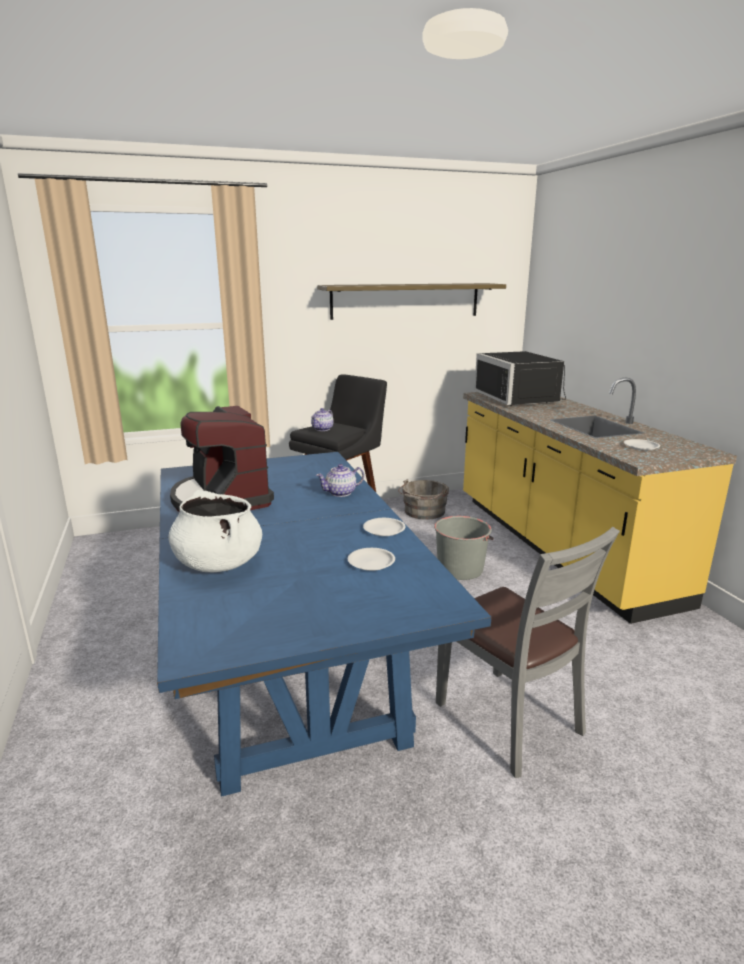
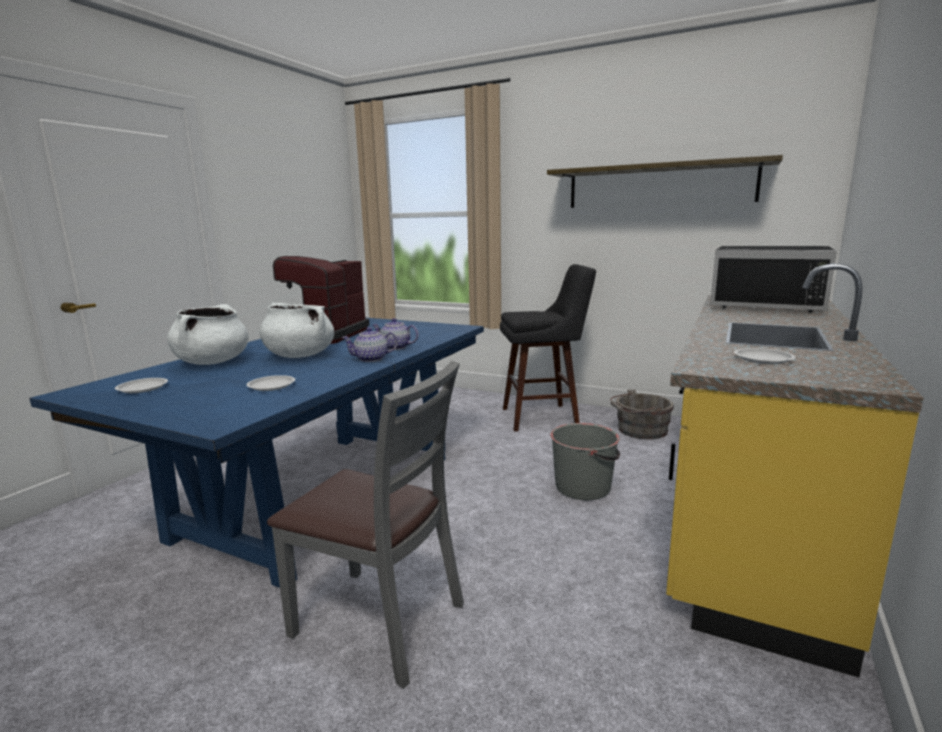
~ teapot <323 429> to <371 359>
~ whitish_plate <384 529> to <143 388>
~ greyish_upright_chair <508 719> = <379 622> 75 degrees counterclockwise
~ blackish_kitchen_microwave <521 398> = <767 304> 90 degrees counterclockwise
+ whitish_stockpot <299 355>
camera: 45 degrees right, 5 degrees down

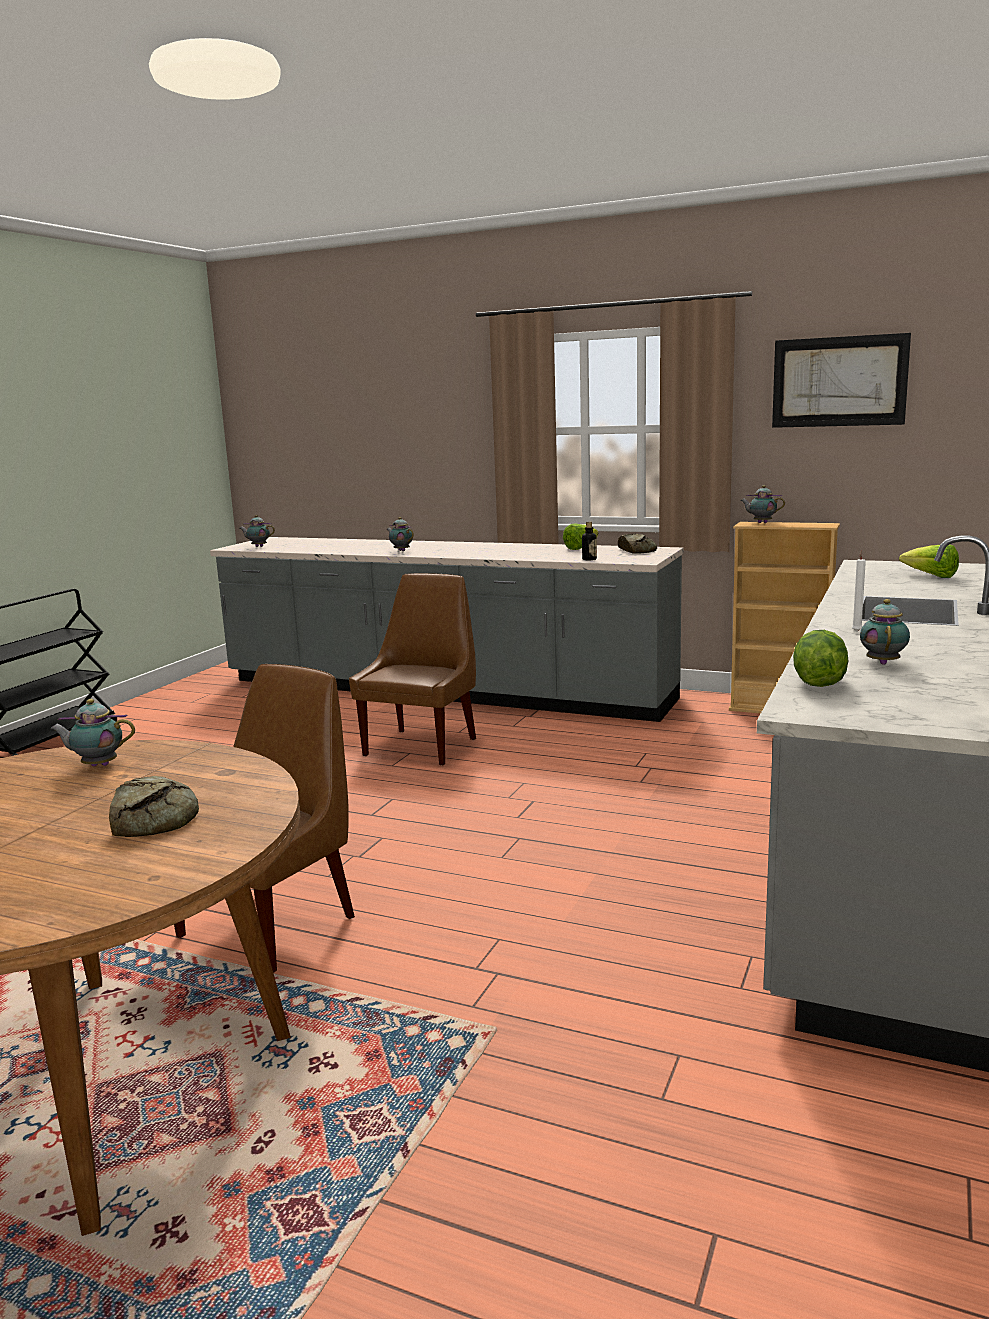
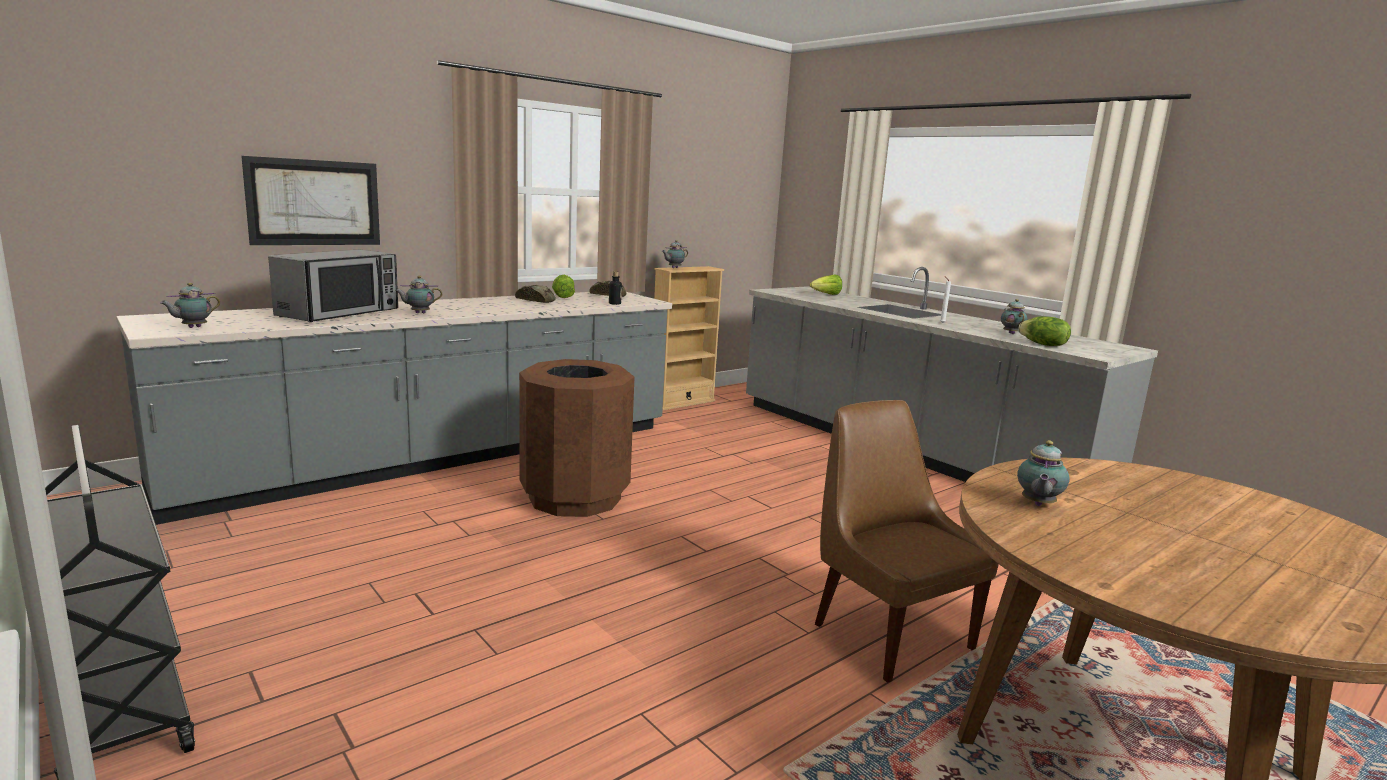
~ bread <157 818> to <536 300>
~ brown_upright_chair <423 746> to brown_trash_can <574 497>
~ wall_art <839 381> to <314 202>
~ teapot <883 662> = <1011 333> 45 degrees clockwise
+ kitchen_microwave <340 313>
camera: 65 degrees left, 0 degrees up

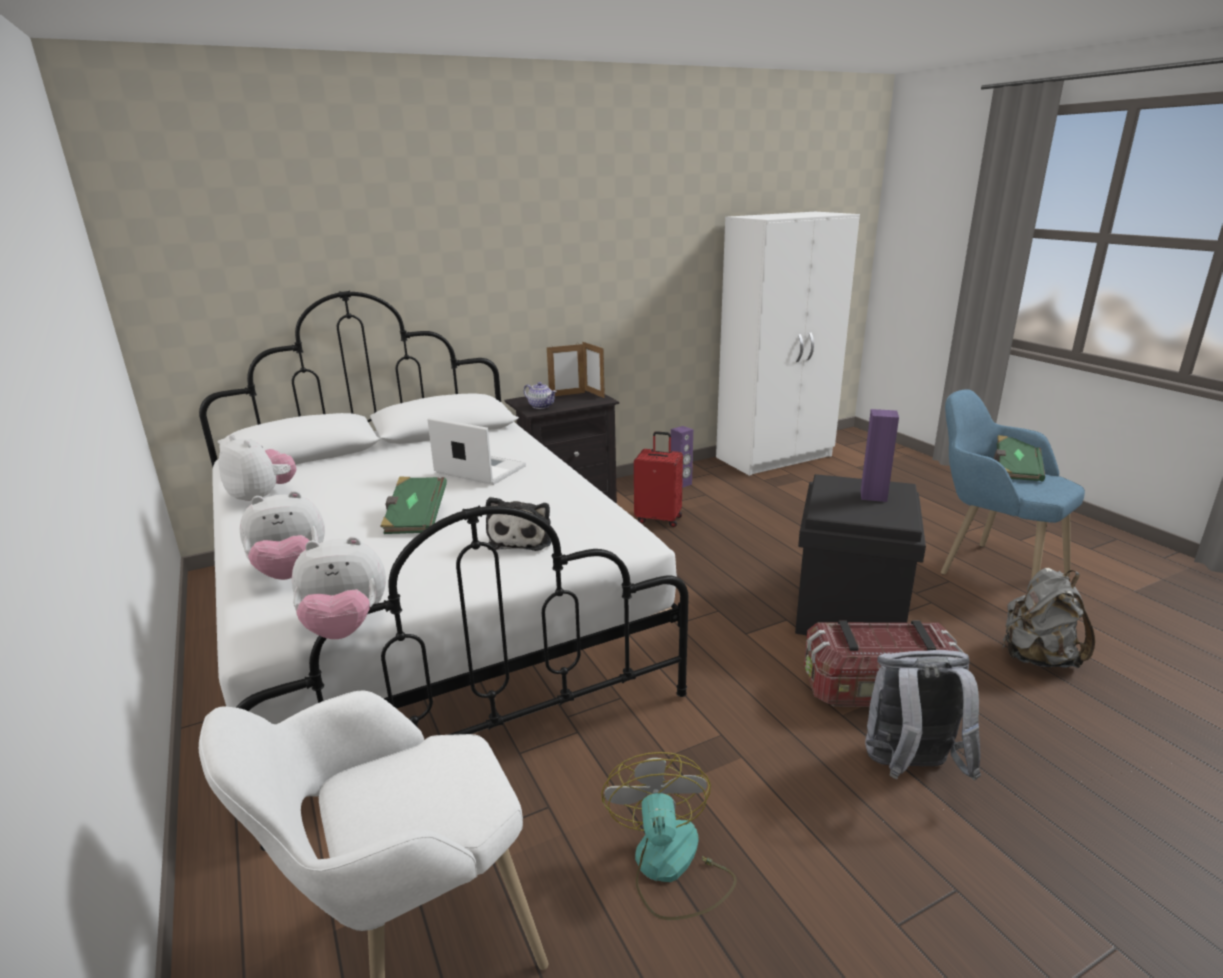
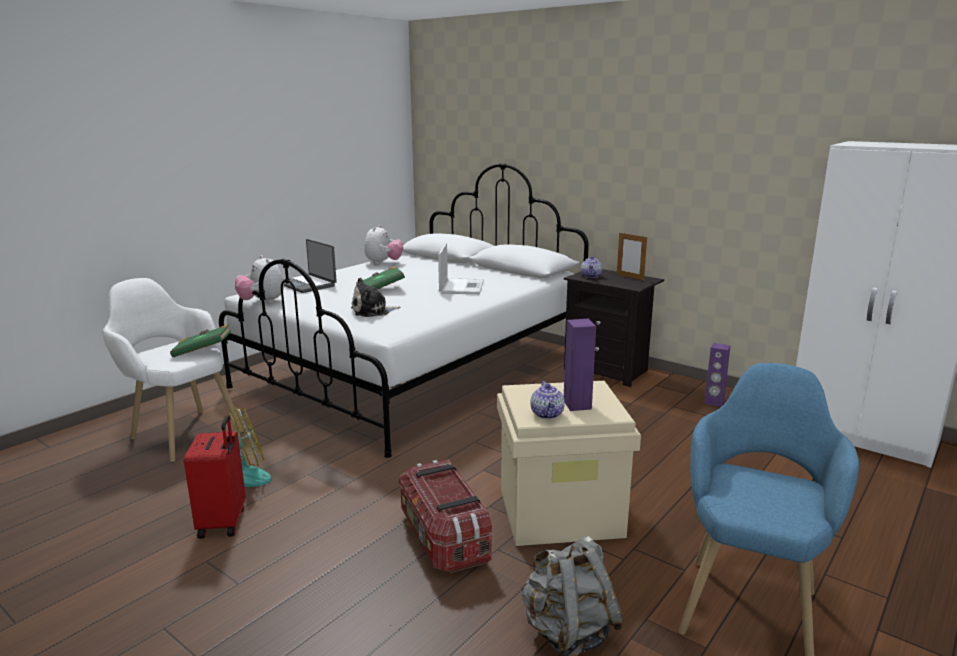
~ soft_toy <290 573> to notebook_computer <307 284>
- picture_frame <594 393>
~ red_piece_of_luggage <659 519> to <224 522>
~ blackish_storage_box <848 610> to sand-coloured_storage_box <561 512>
- greyish_rucksack <910 768>
~ greenish_book <1015 470> to <202 351>
+ teapot <548 414>
camera: 65 degrees right, 5 degrees down

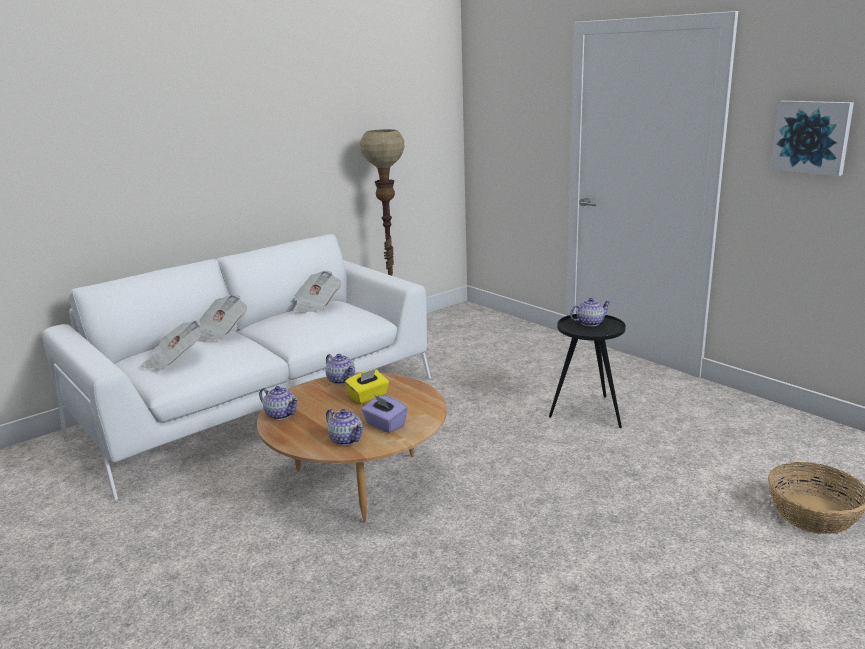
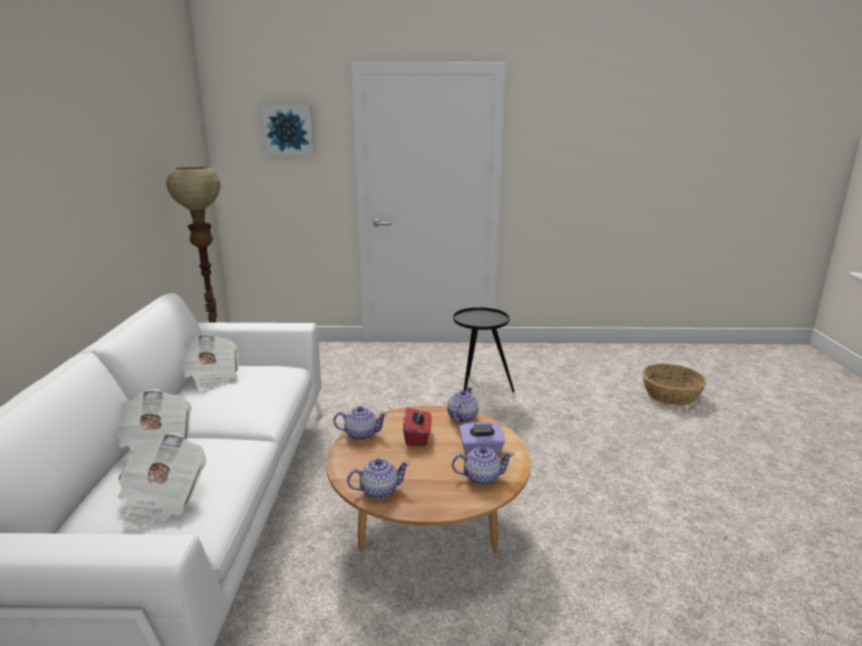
~ yellow-coloured_box_of_tissues <368 397> to red_box_of_tissues <417 437>
~ teapot <589 323> to <462 417>
~ wall_art <812 137> to <289 130>
camera: 50 degrees left, 0 degrees up

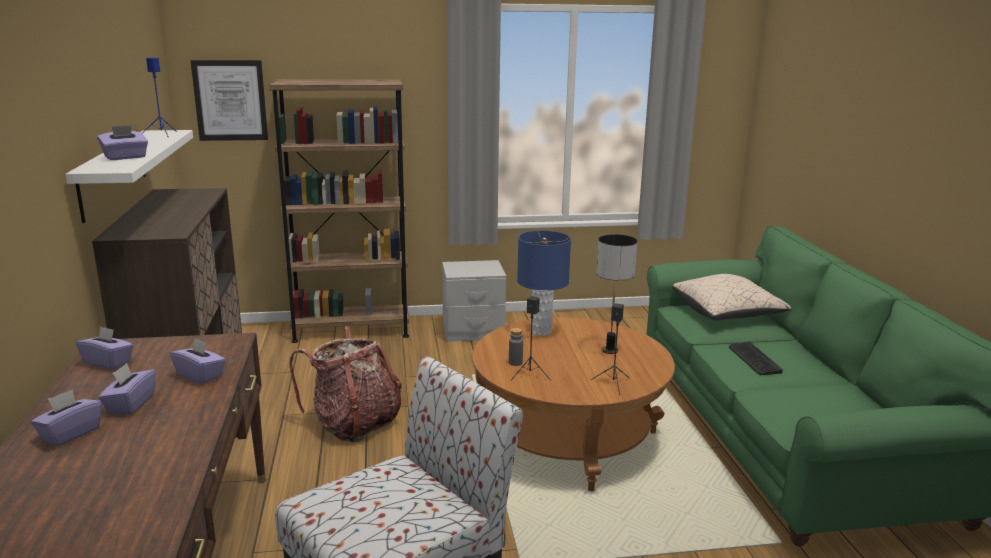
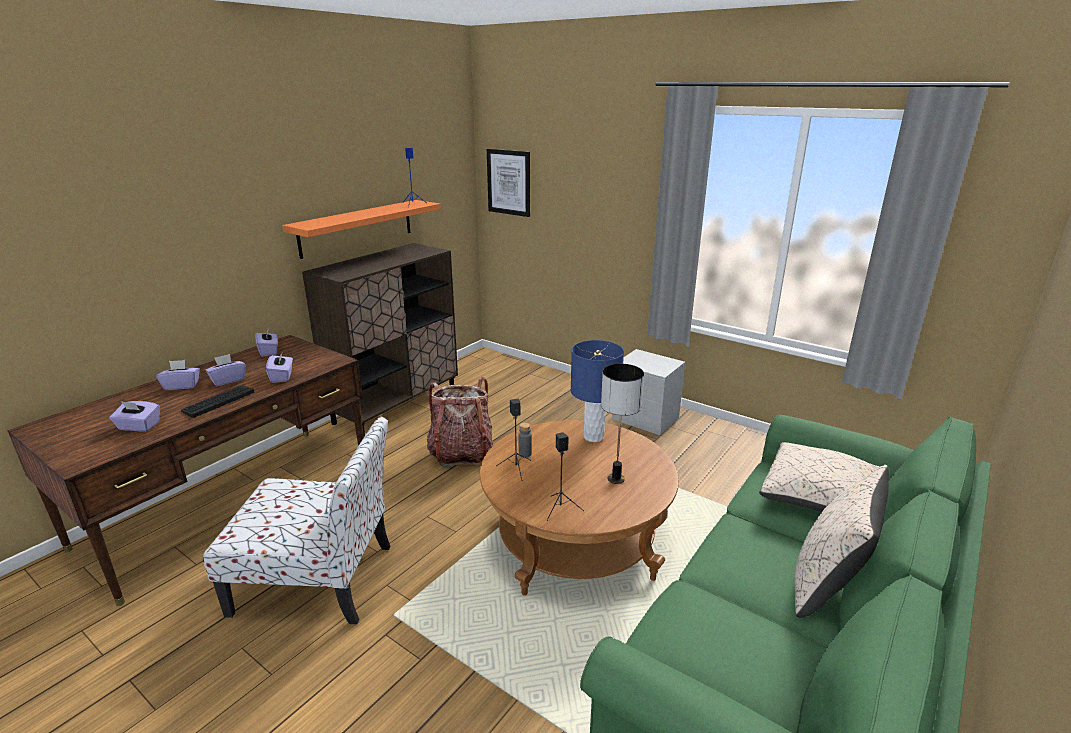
~ whitish_shelf <113 173> to orange_shelf <357 228>
~ purplish_box_of_tissues <125 157> to <138 426>
- brown_bookcase <351 330>
~ keyboard <754 359> to <218 401>
+ sand-coloured_throw_pillow <827 584>
camera: 45 degrees right, 5 degrees up

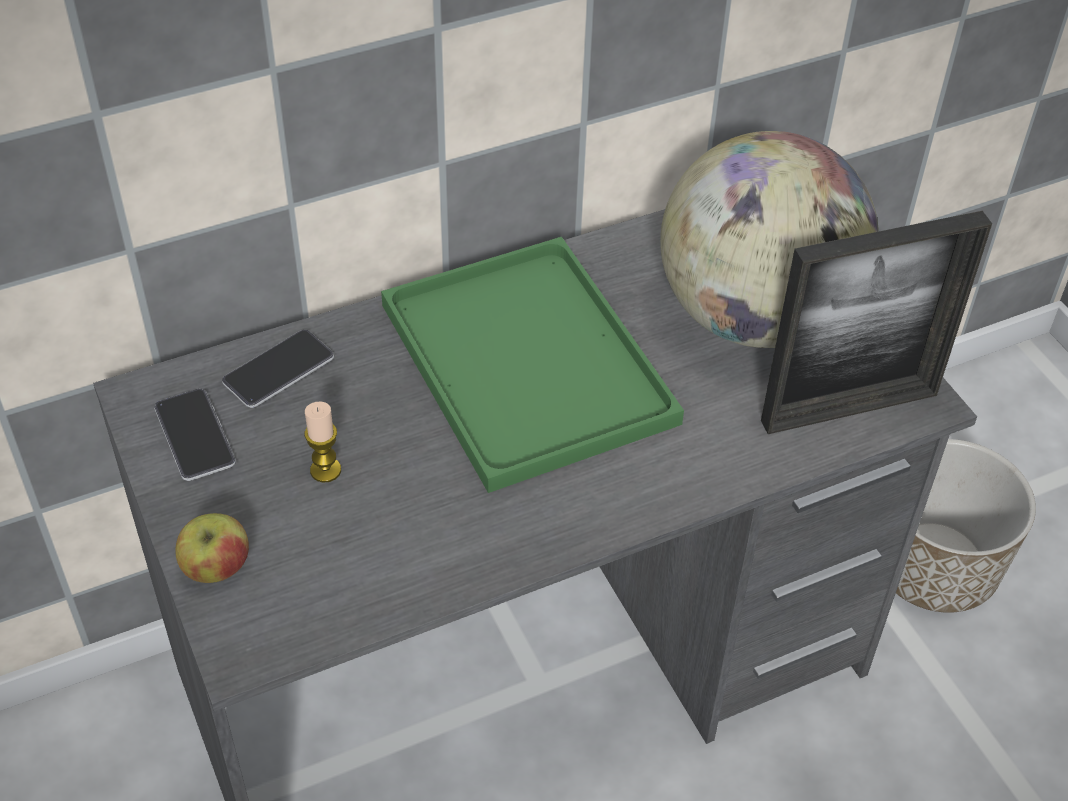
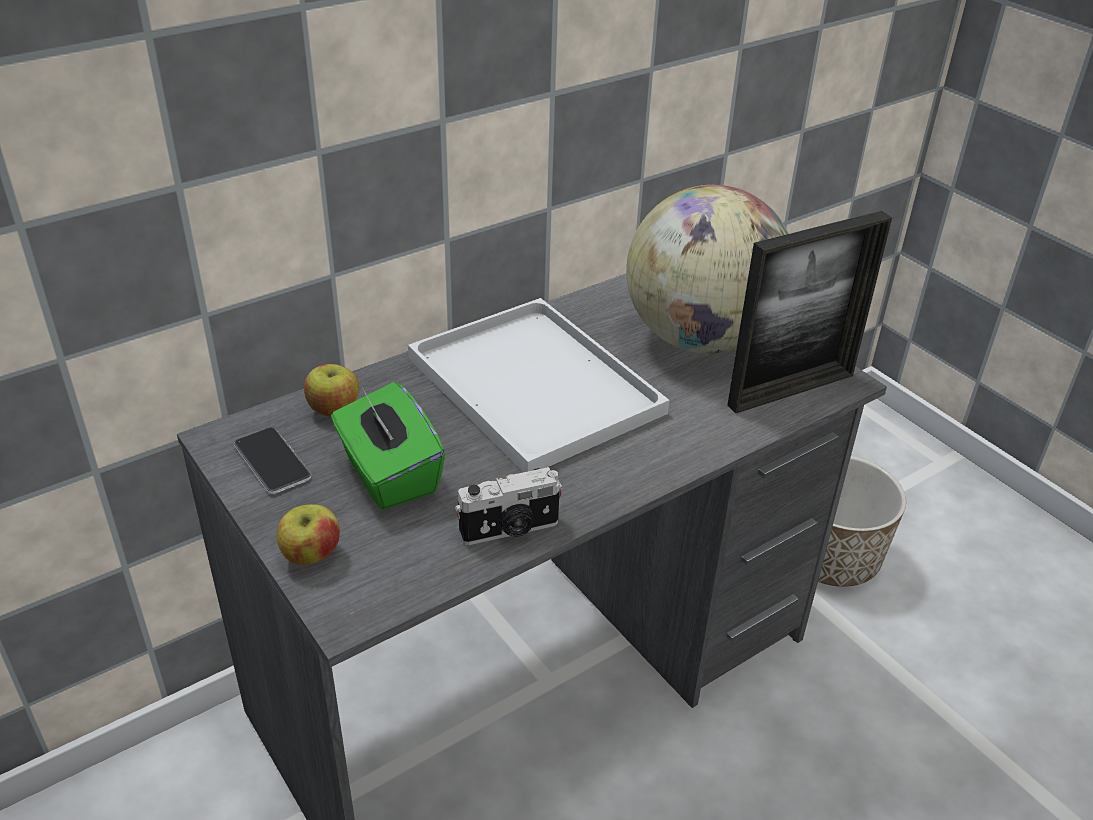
~ handset <278 370> to apple_fruit <333 409>
~ wax_light <325 470> to greenish_box_of_tissues <389 474>
~ greenish_serving_tray <521 360> to whitish_serving_tray <529 383>
+ still_camera <510 530>
camera: 10 degrees left, 10 degrees down

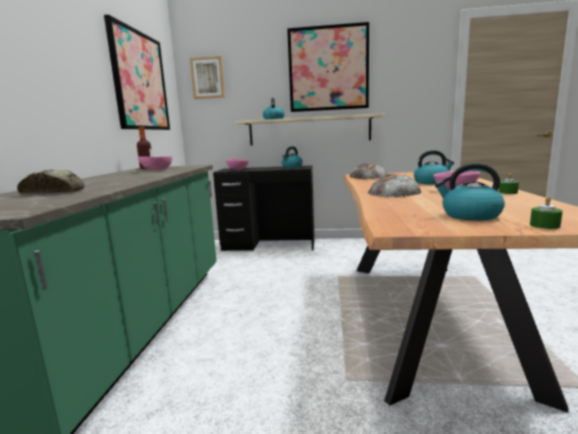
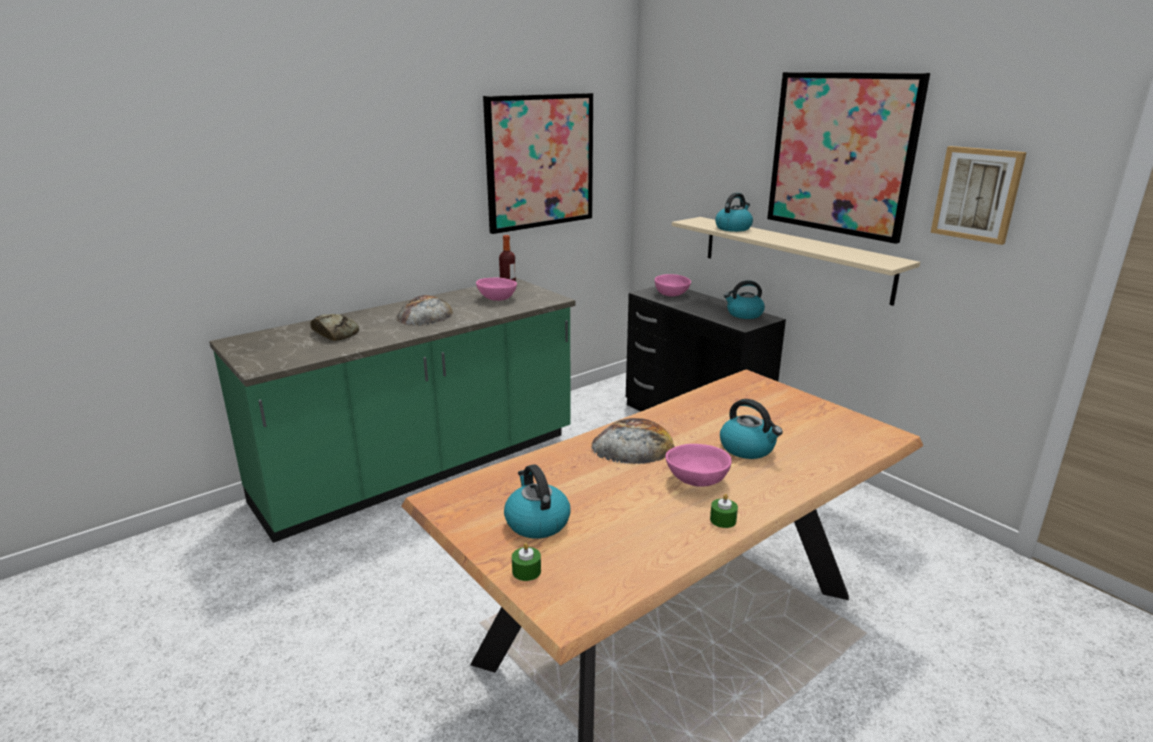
~ wall_art <207 78> to <977 194>
~ bread <368 176> to <425 315>
camera: 45 degrees right, 10 degrees up

